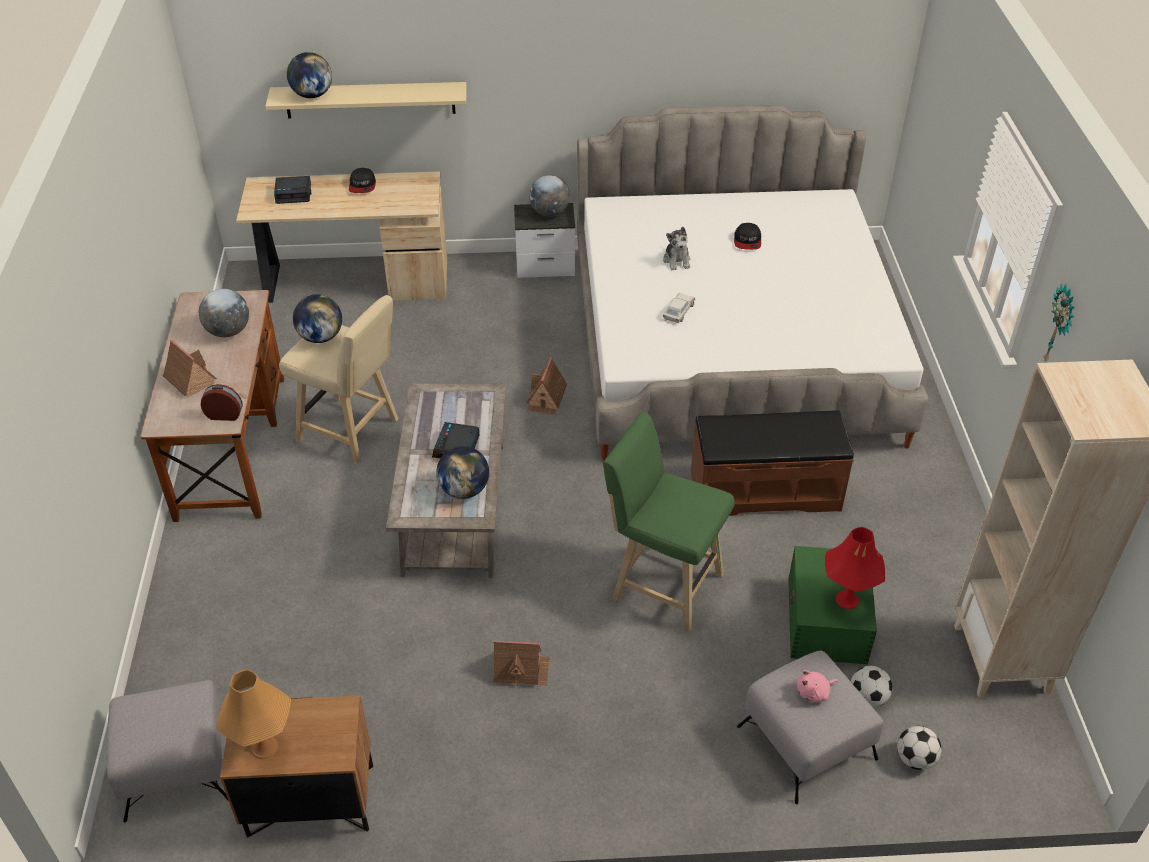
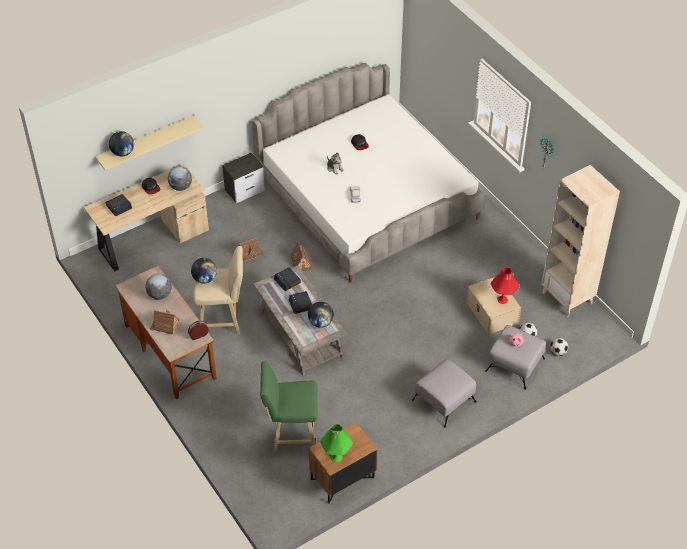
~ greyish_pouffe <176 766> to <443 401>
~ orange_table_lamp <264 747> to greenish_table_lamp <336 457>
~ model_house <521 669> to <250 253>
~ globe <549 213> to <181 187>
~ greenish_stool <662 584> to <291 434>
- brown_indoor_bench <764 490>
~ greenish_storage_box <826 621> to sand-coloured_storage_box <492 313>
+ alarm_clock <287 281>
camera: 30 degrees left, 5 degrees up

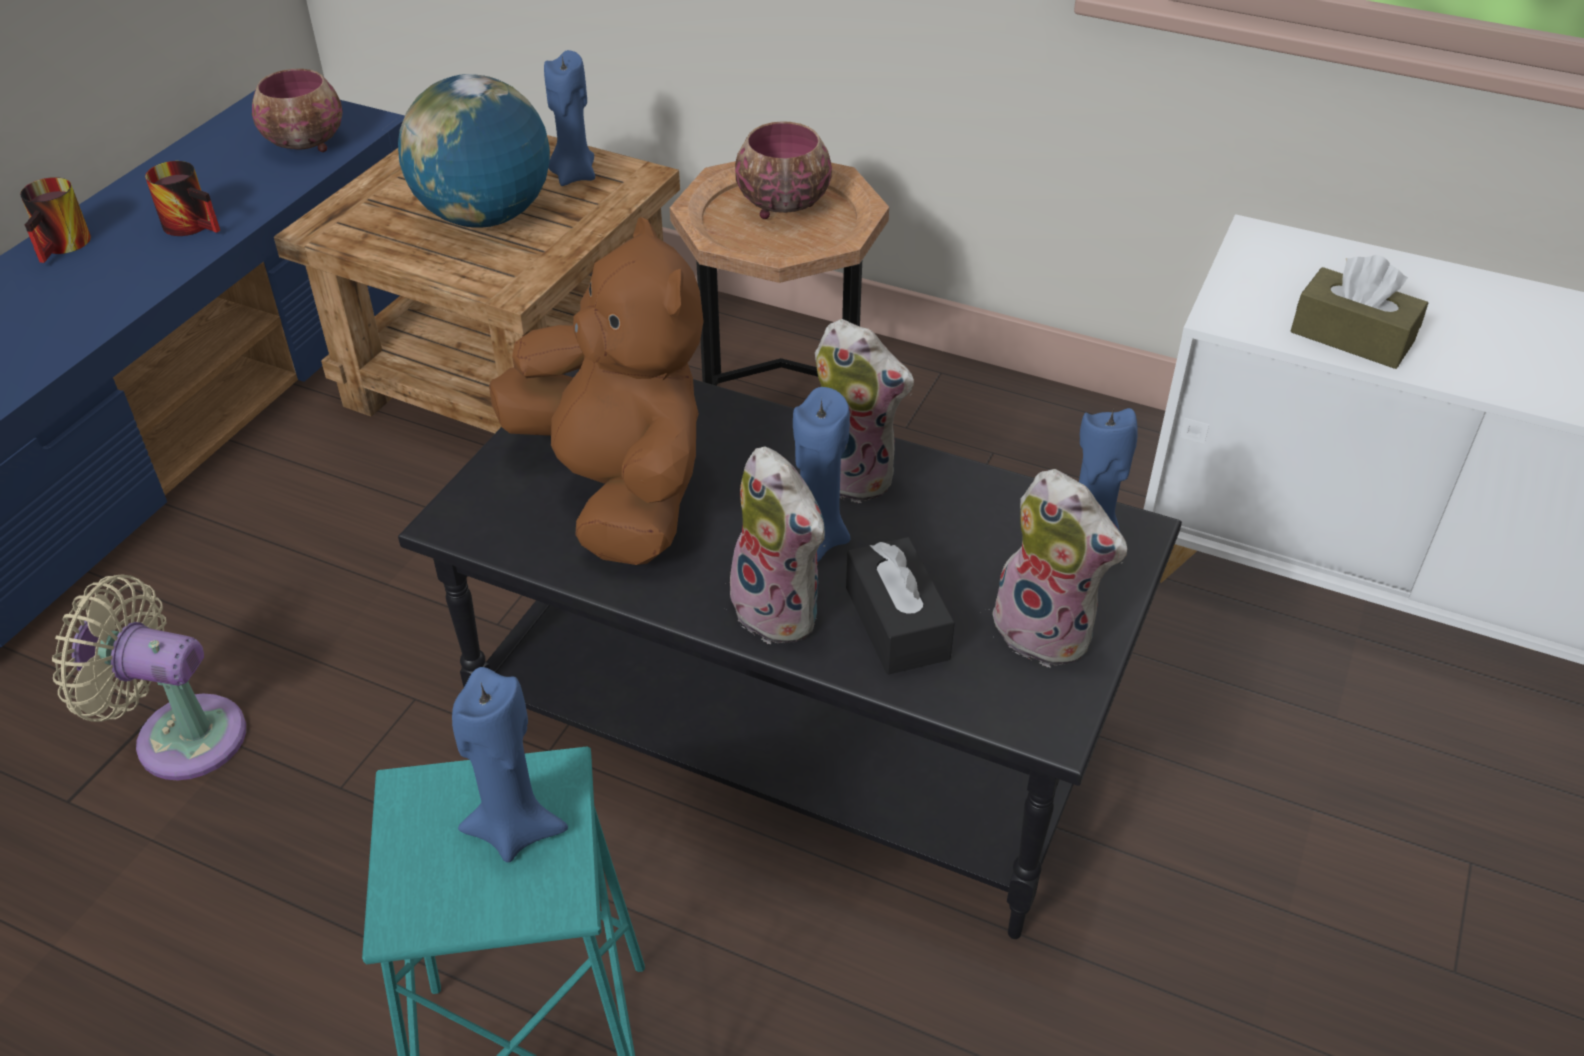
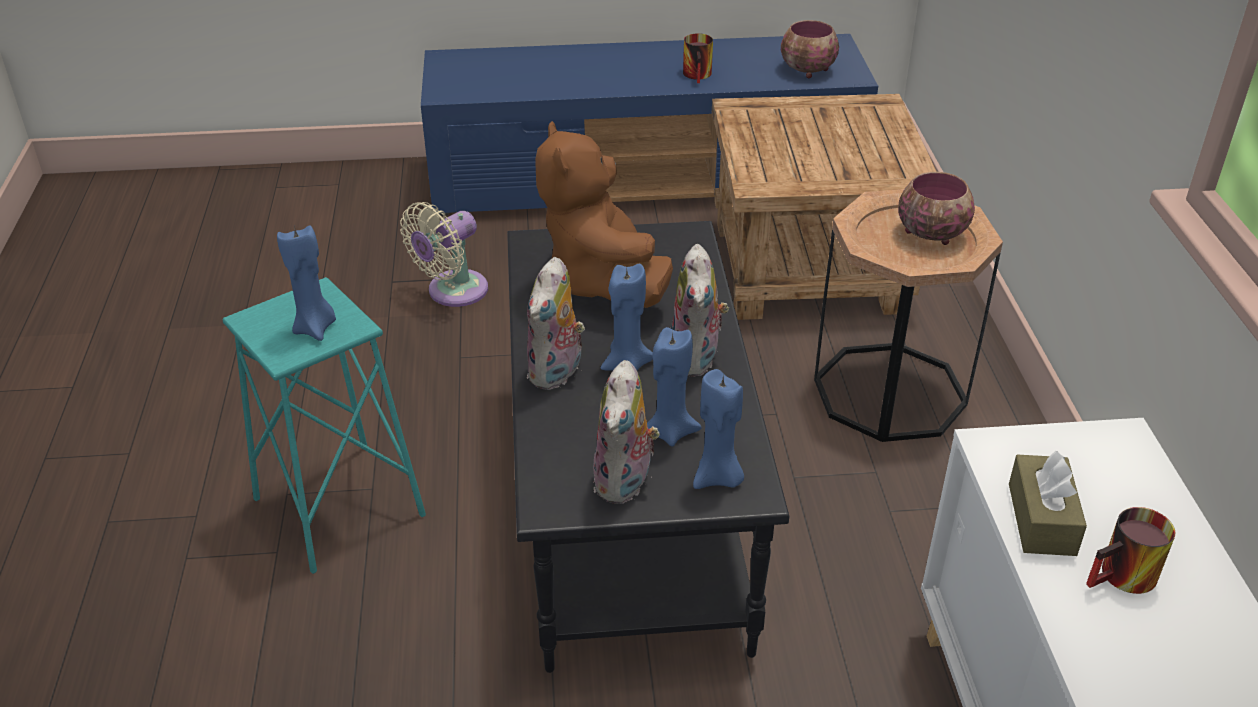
~ mug <66 246> to <1125 580>
~ sand-coloured_electric_fan <180 735> = <452 292> 120 degrees counterclockwise
- globe <485 216>
~ brown_soft_toy <618 491> = <601 282> 135 degrees clockwise
~ blue-coloured_wax_light <574 175> to <669 432>
- blackish_box_of_tissues <897 623>
camera: 60 degrees right, 5 degrees down

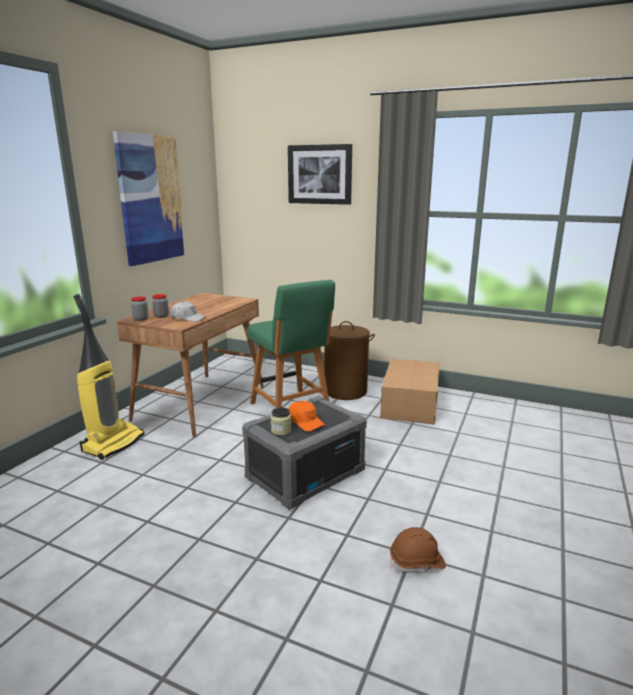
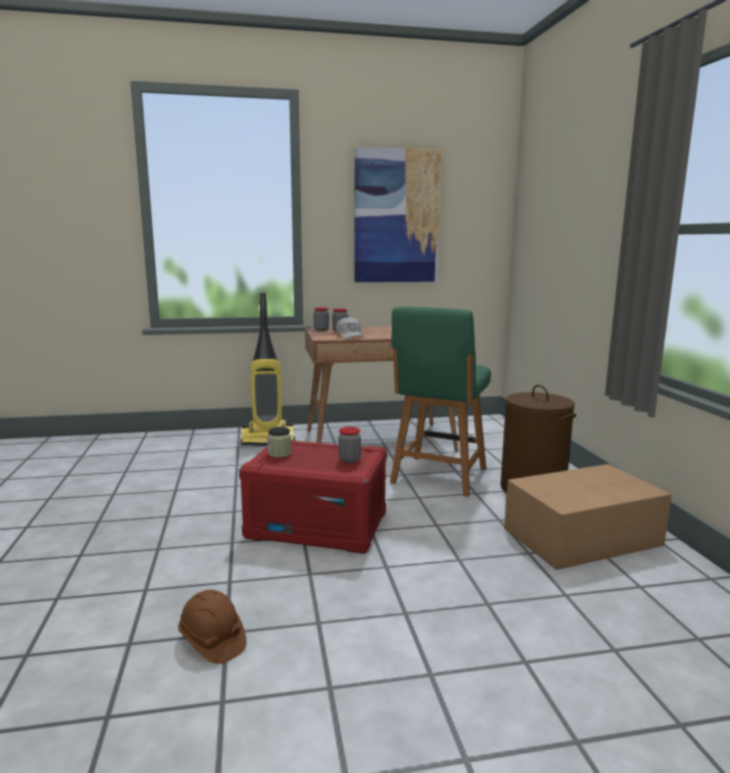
~ greyish_storage_box <305 473> to red_storage_box <318 525>
- wall_art <319 174>
- orange_peaked_cap <305 422>
+ preserve_jar <349 460>
camera: 55 degrees right, 5 degrees down

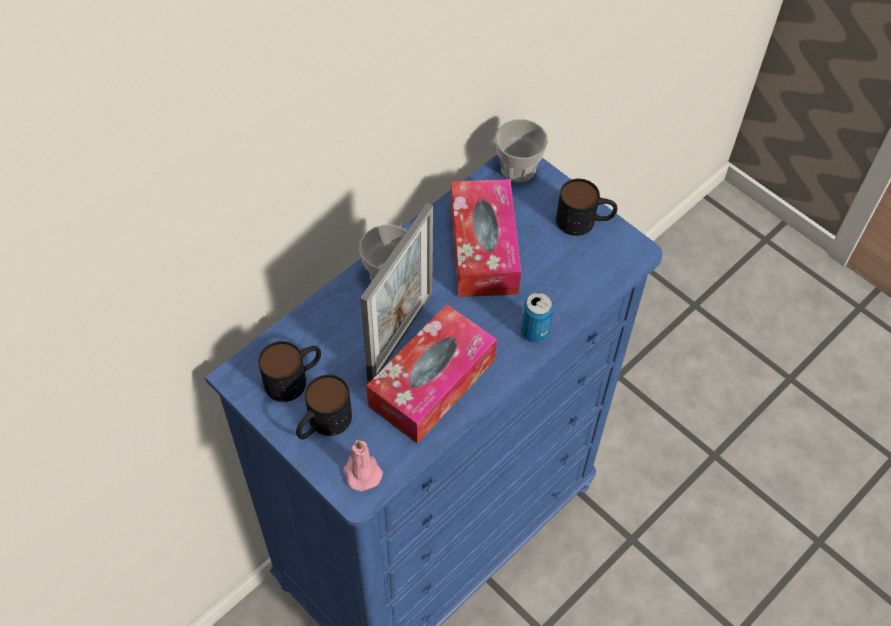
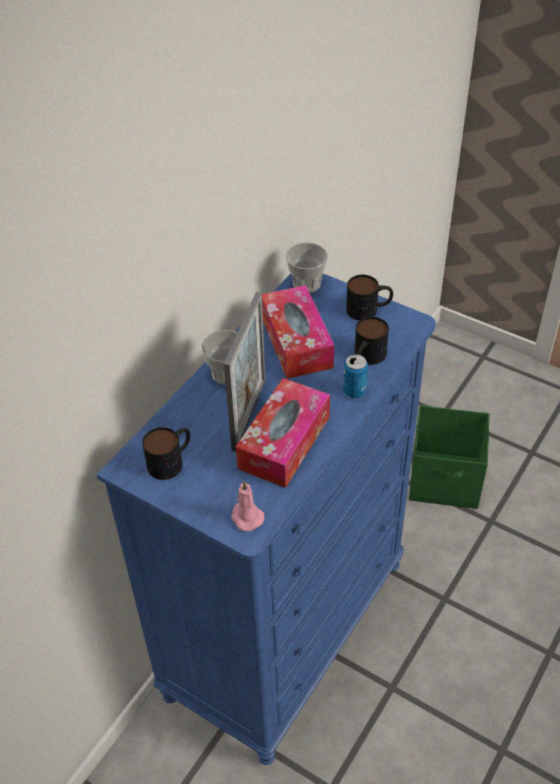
~ mug <322 424> to <367 358>
+ greenish_storage_box <446 480>
camera: 10 degrees left, 10 degrees down

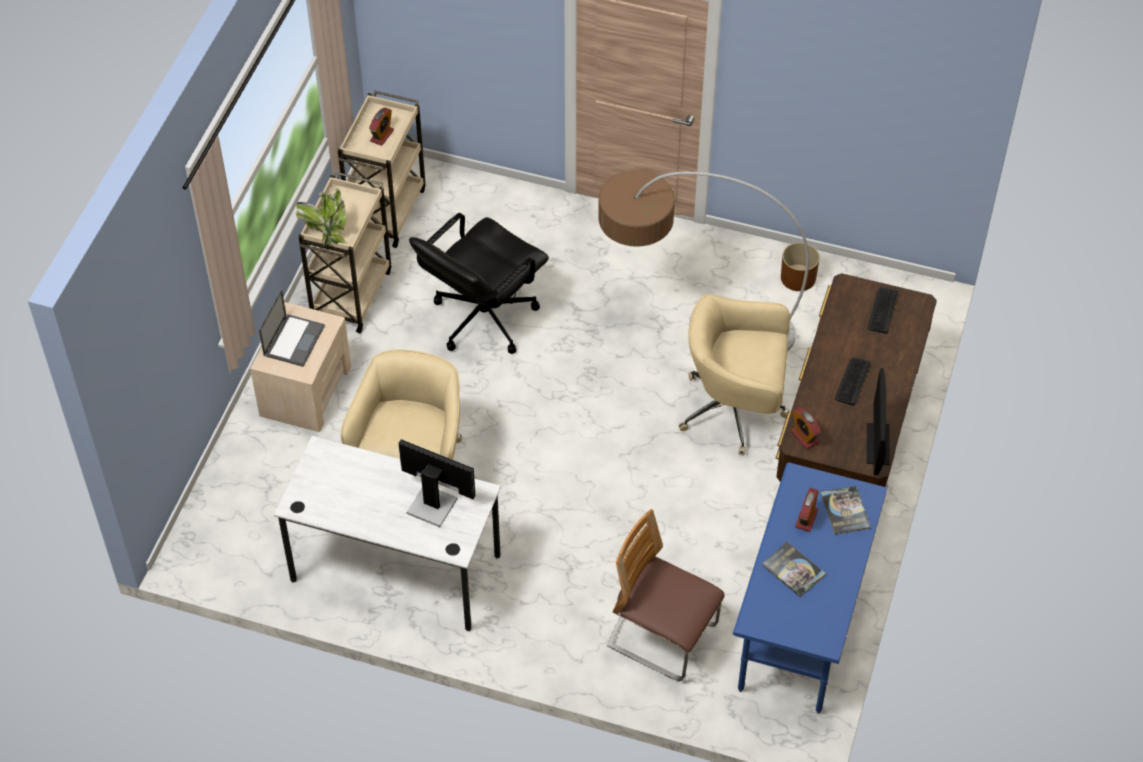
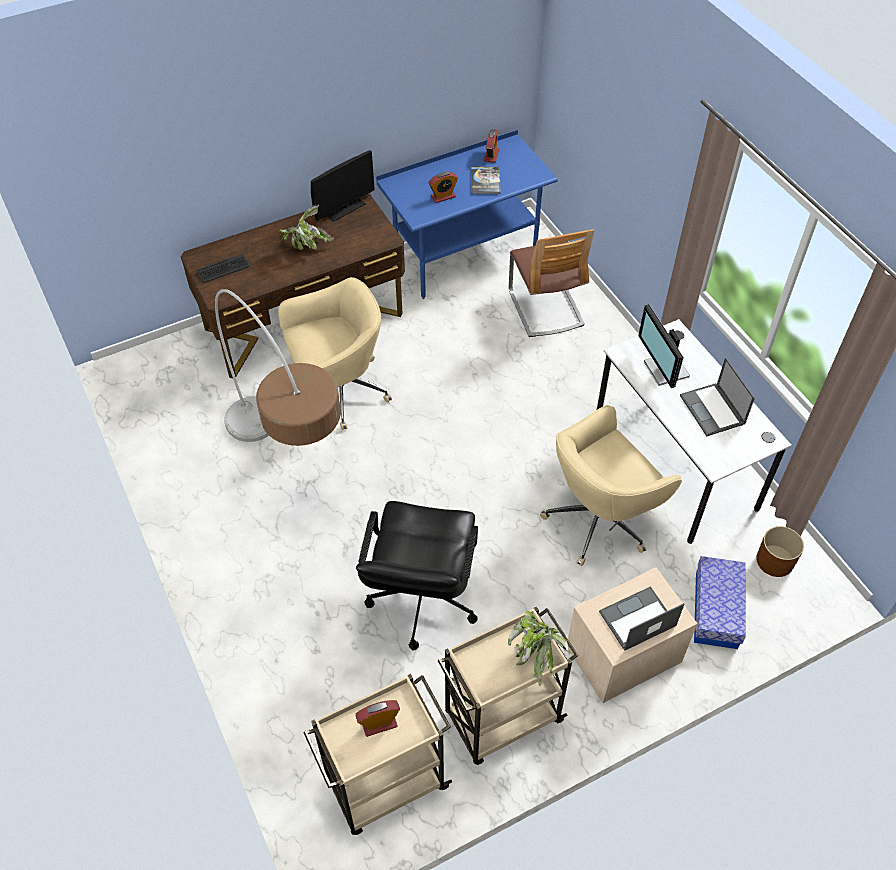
~ blackish_computer_chair <482 318> = <421 599> 105 degrees clockwise
~ sand-coloured_computer_chair <735 410> = <338 391> 75 degrees counterclockwise
~ brown_planter <797 278> to <775 561>
~ alarm_clock <804 437> to <491 155>
- book <845 511>
~ keyboard <852 381> to potted_plant <305 246>
+ notebook_computer <713 410>
+ storage_box <716 610>
camera: 135 degrees left, 0 degrees up

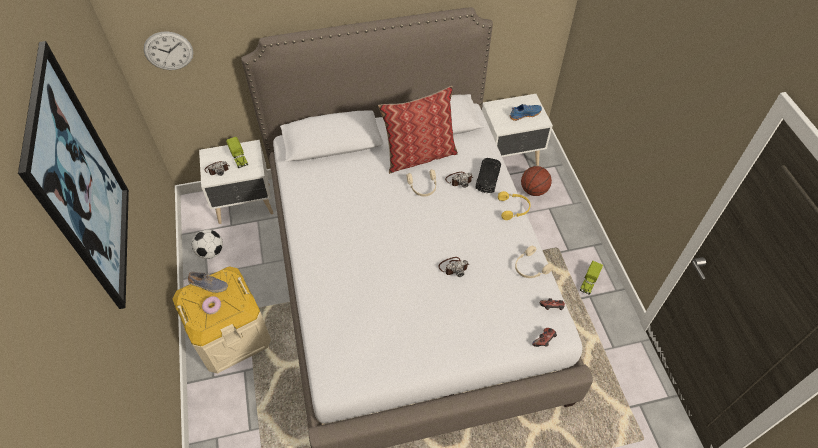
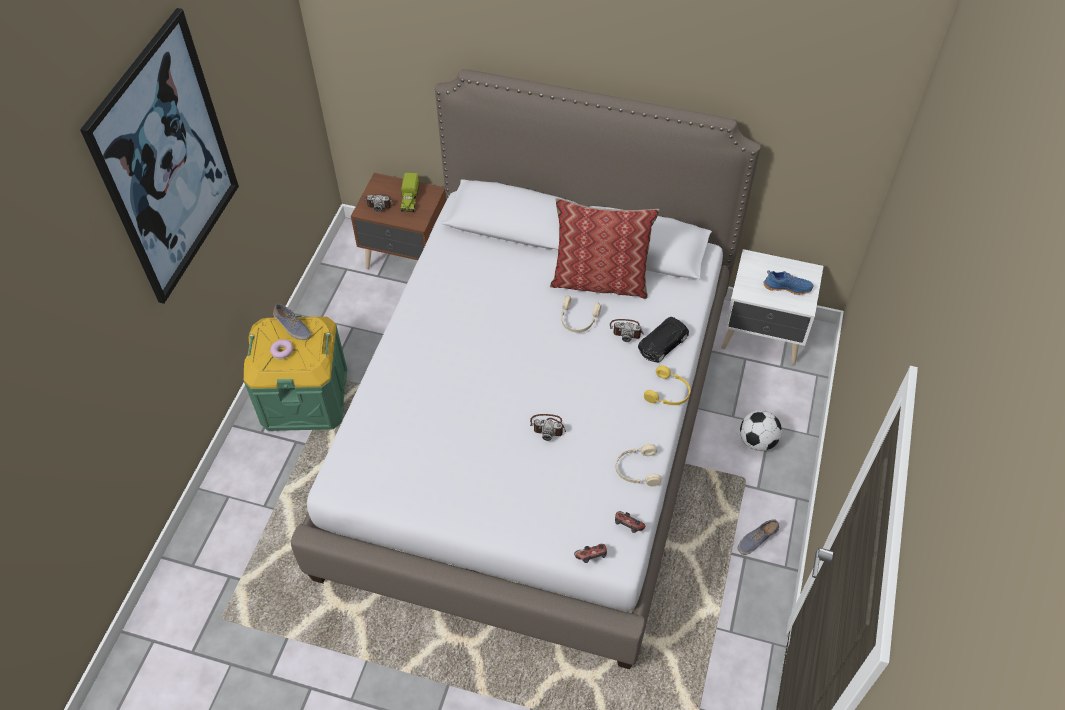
- wall_clock <168 51>
~ sand-coloured_storage_box <230 335> to greenish_storage_box <305 397>
~ football_ball <211 252> to <757 441>
~ whitish_nightstand <245 204> to brown_nightstand <407 259>
- ball_for_basketball <533 190>
~ toy_lorry <589 282> to shoe <756 539>
camera: 30 degrees right, 0 degrees up

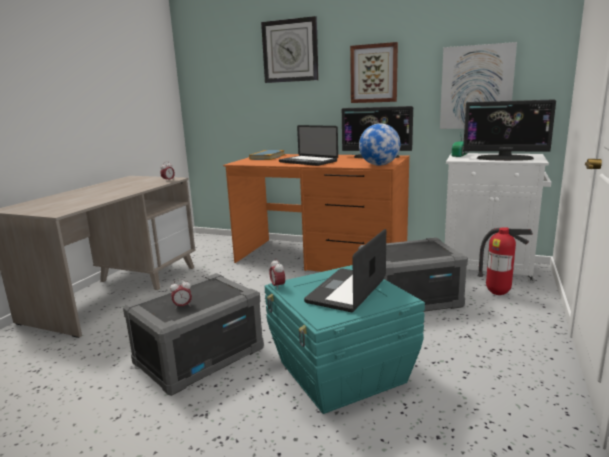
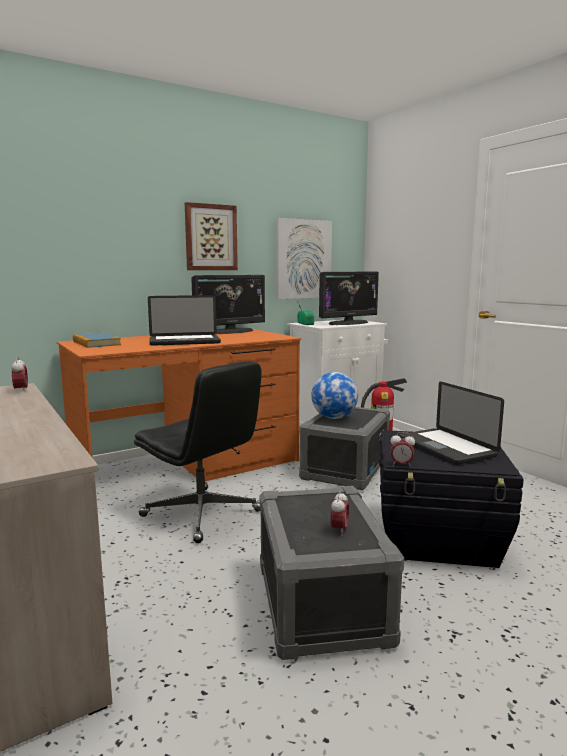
- wall_clock <290 51>
~ turquoise_storage_box <341 372> to blackish_storage_box <439 537>
~ globe <379 165> to <334 418>
+ blackish_computer_chair <203 514>
camera: 55 degrees left, 5 degrees down

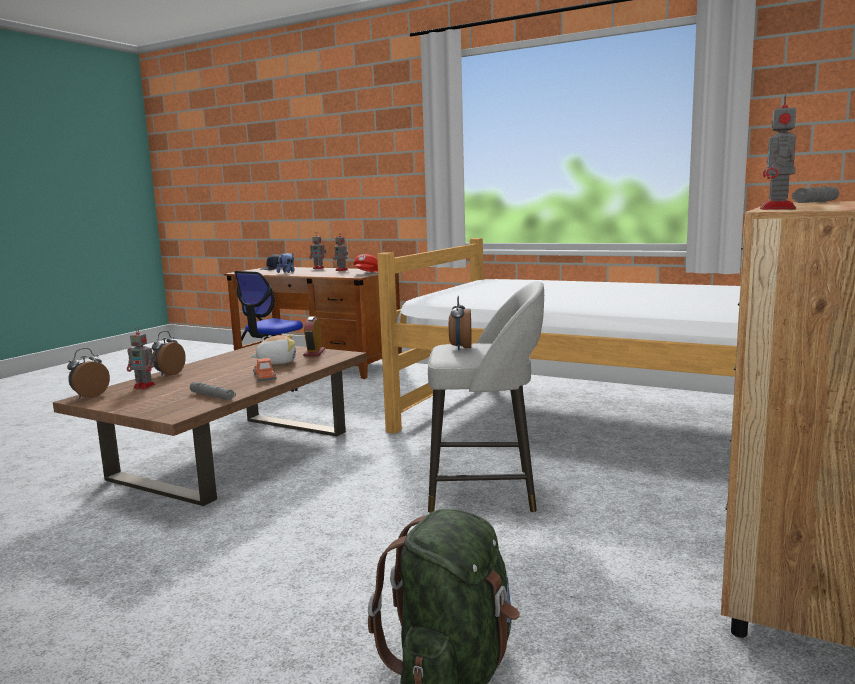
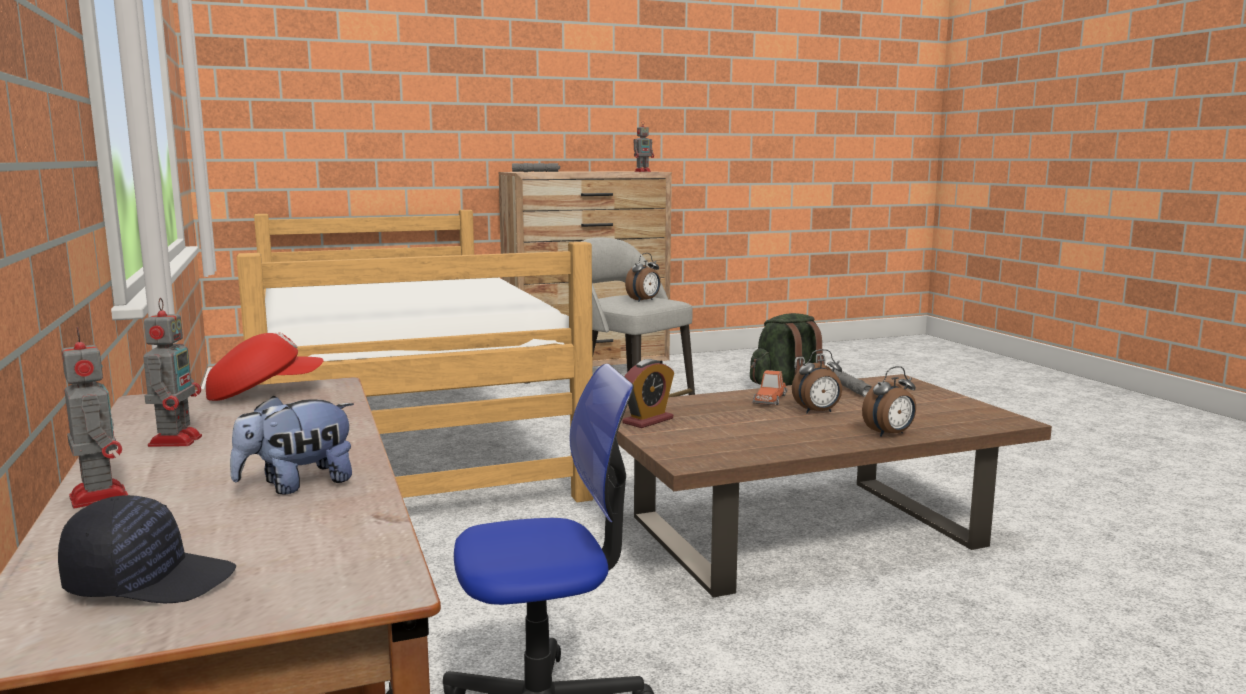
~ alarm_clock <89 396> to <817 412>
- model_robot <145 386>
- soft_toy <276 362>
camera: 140 degrees left, 0 degrees up

